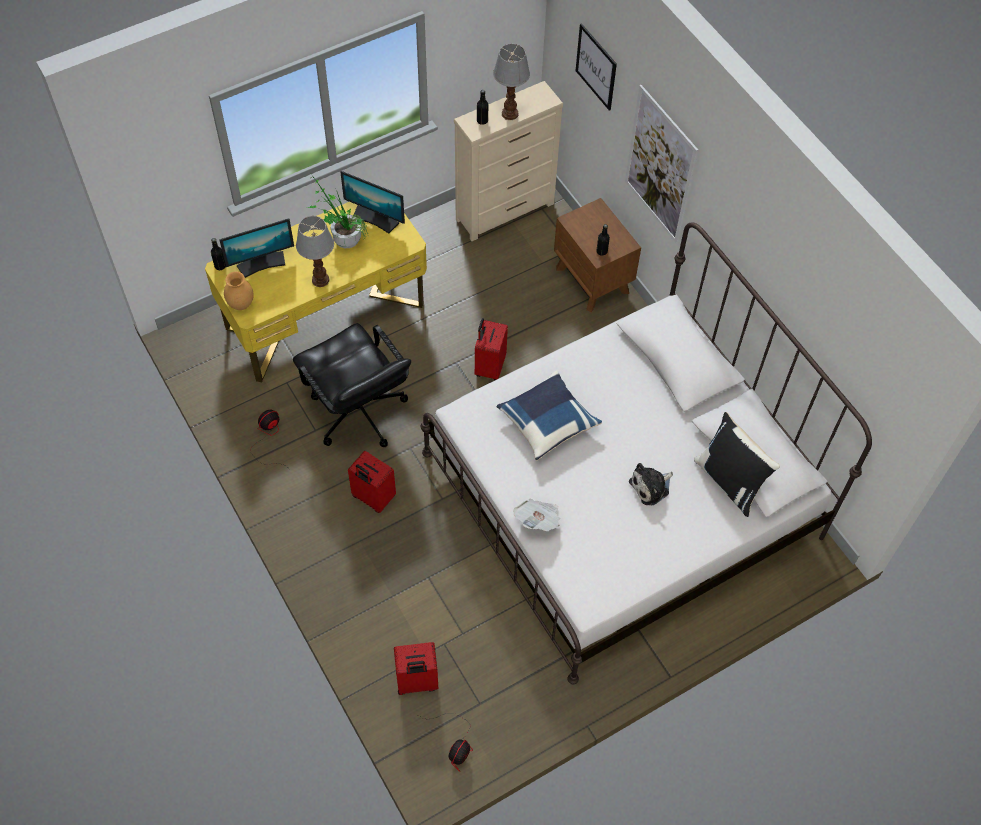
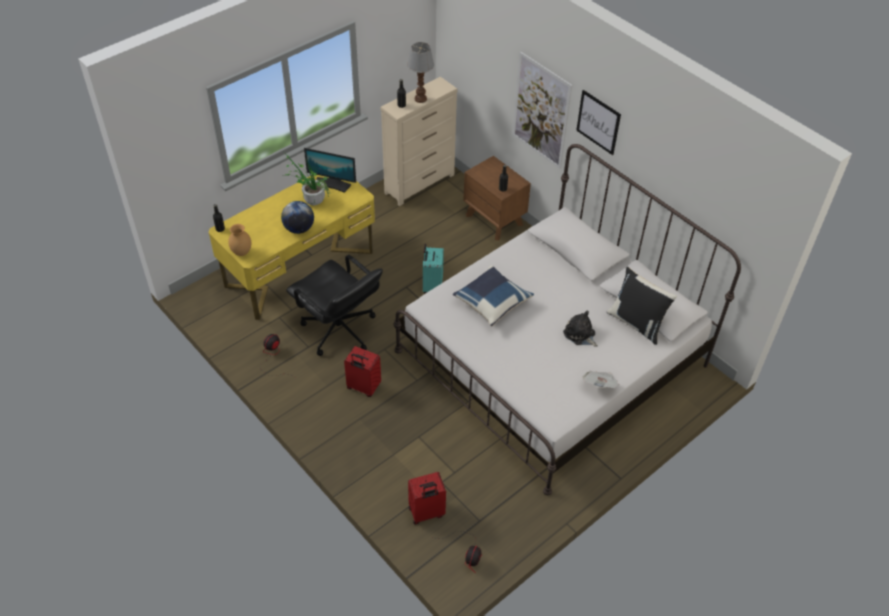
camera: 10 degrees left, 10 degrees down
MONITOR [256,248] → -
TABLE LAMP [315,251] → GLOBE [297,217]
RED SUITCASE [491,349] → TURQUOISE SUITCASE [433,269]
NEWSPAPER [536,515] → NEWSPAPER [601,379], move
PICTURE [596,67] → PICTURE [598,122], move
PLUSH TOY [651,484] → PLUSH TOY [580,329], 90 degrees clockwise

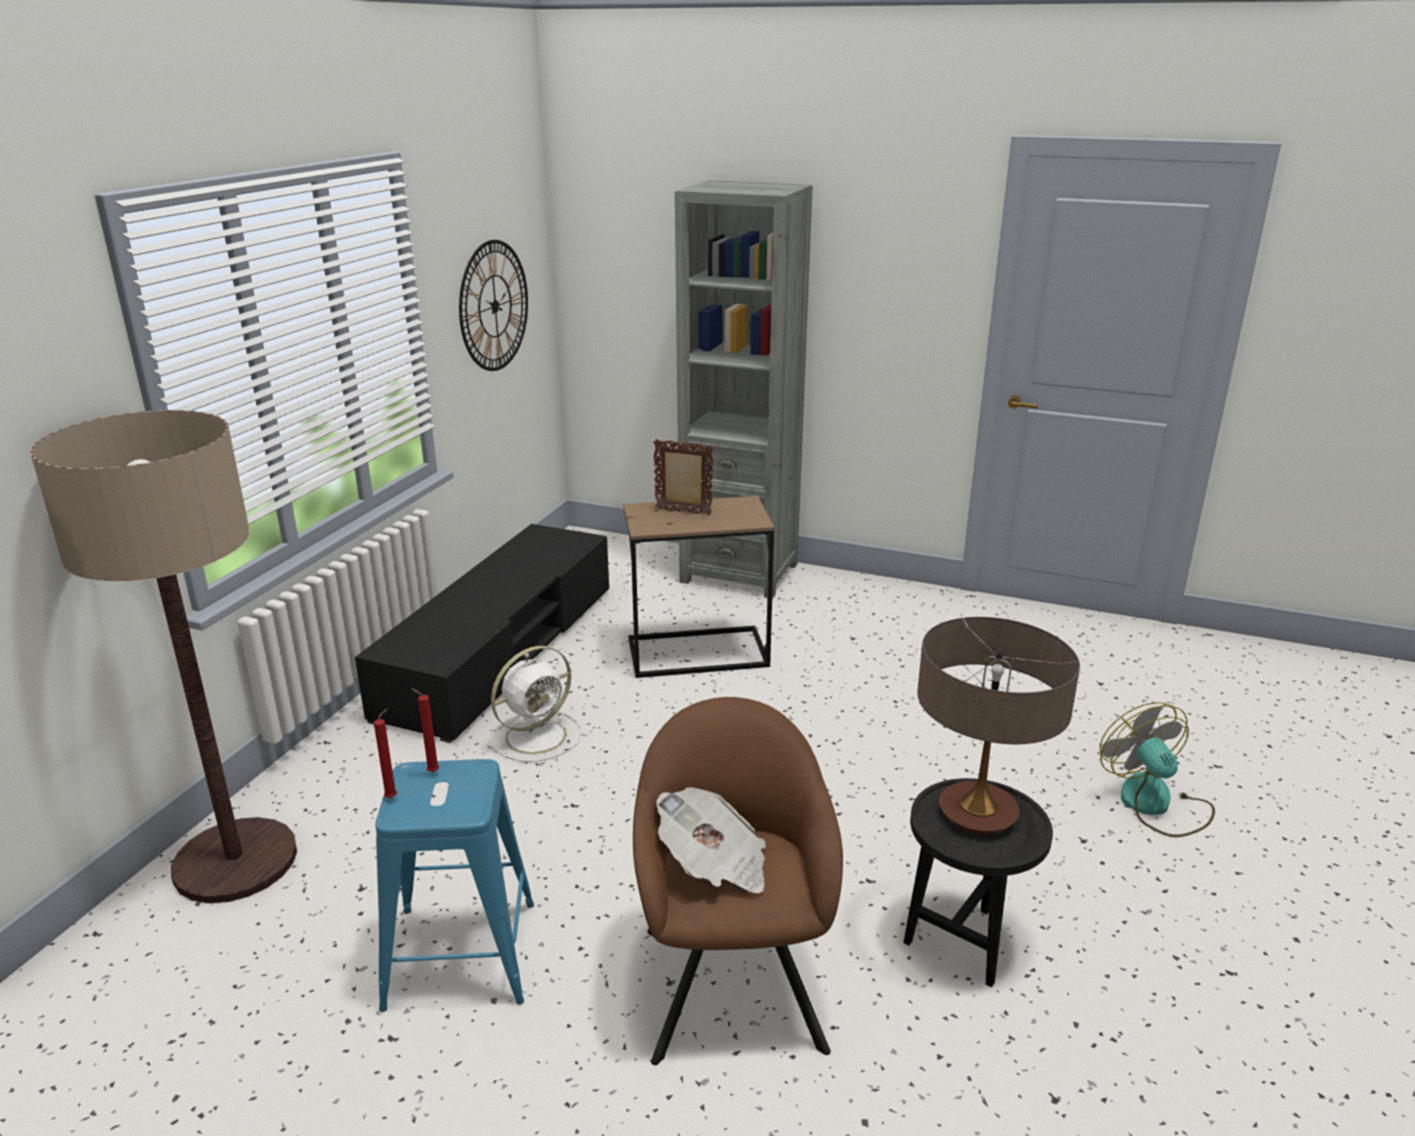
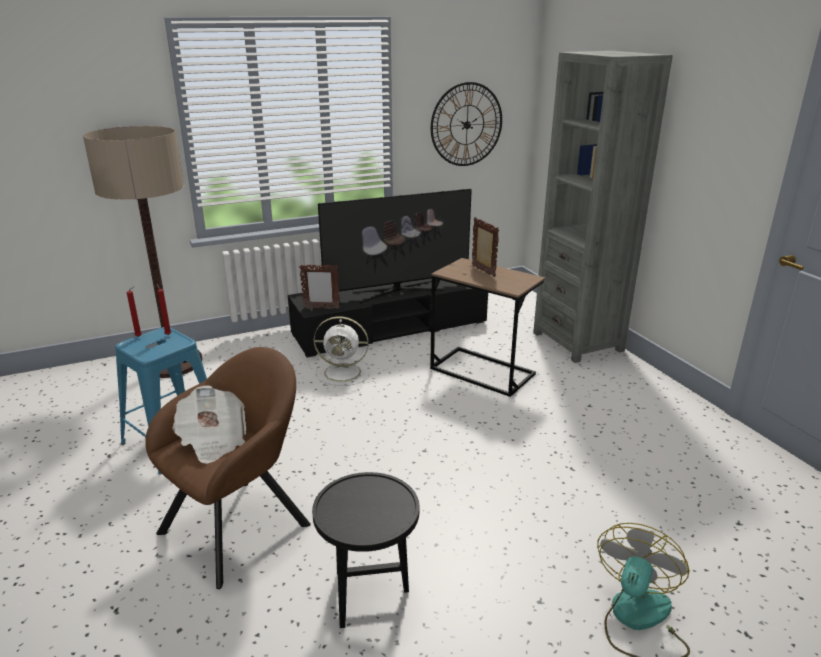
camera: 45 degrees right, 0 degrees up
TABLE LAMP [998,726] → -
- → PICTURE FRAME [319,286]
- → TELEVISION [395,246]

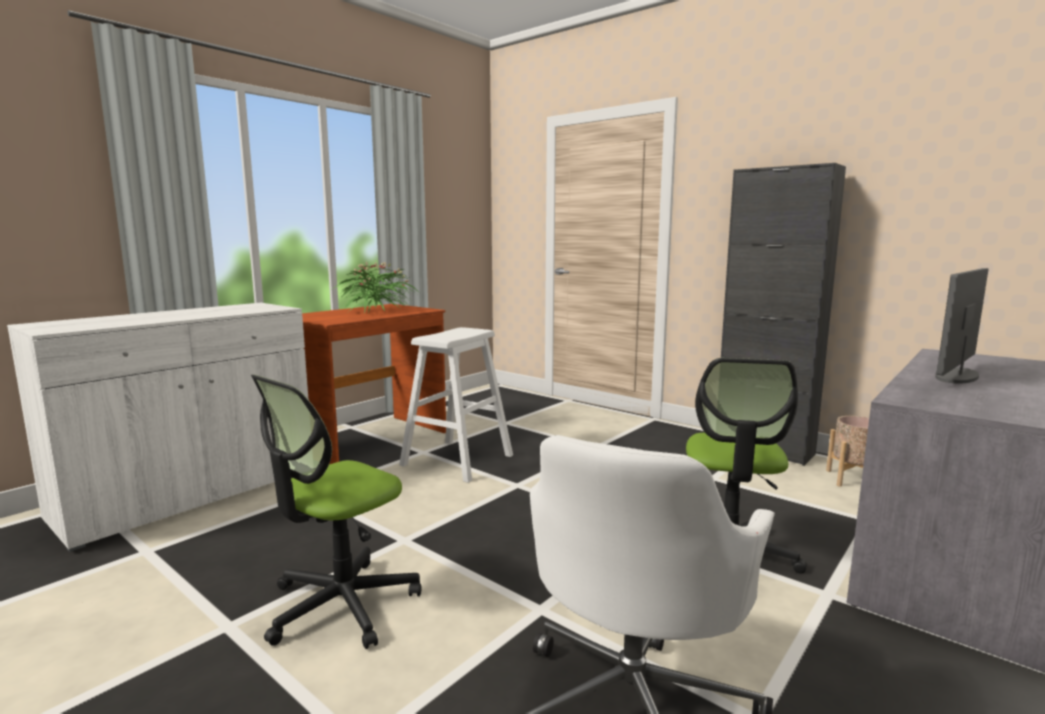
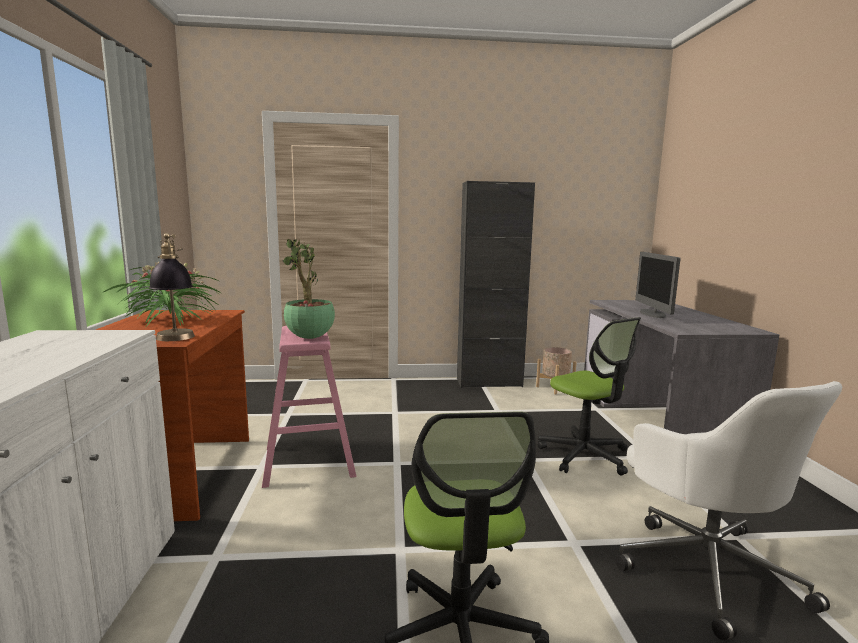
camera: 45 degrees left, 0 degrees up
WHITE STOOL [456,405] → PINK STOOL [309,407]
- → TABLE LAMP [172,287]
- → POTTED PLANT [308,289]

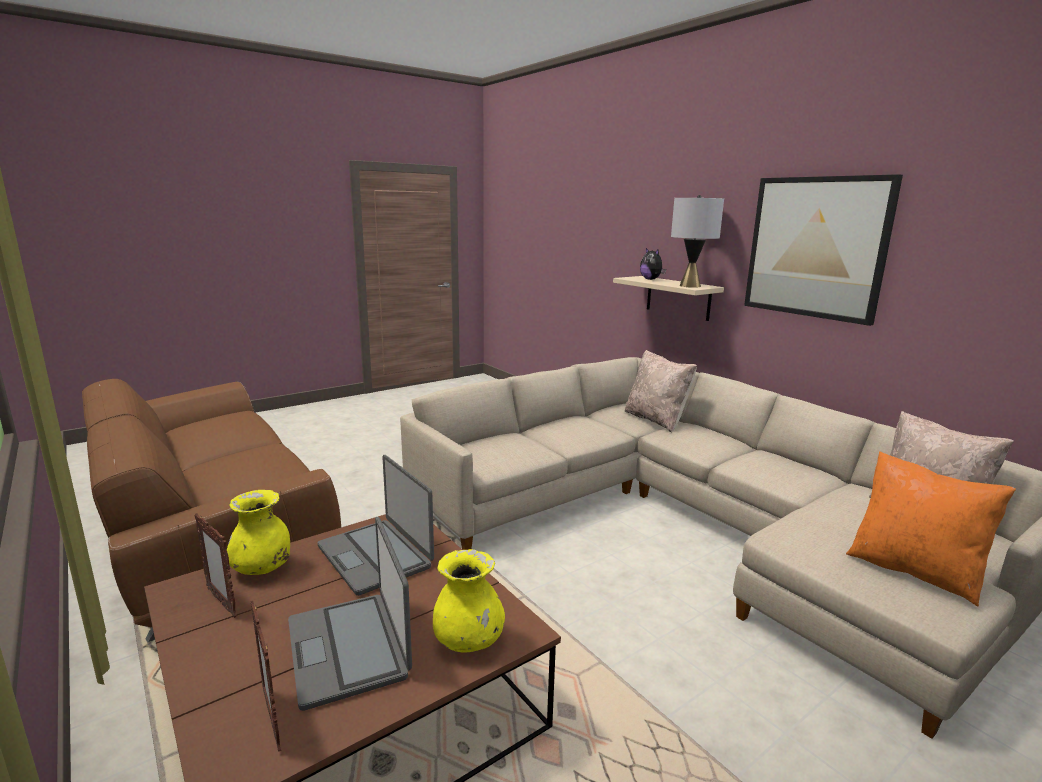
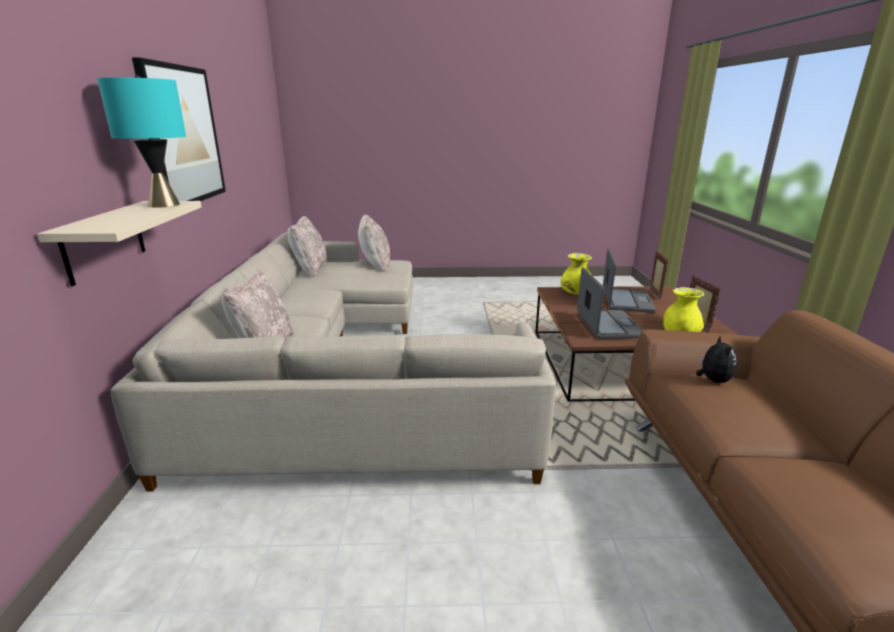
camera: 145 degrees left, 5 degrees up
PLUSH TOY [653,264] → PLUSH TOY [716,359], move
GREY TABLE LAMP [697,241] → TURQUOISE TABLE LAMP [141,141]
ORANGE PILLOW [931,528] → BEIGE PILLOW [374,244]

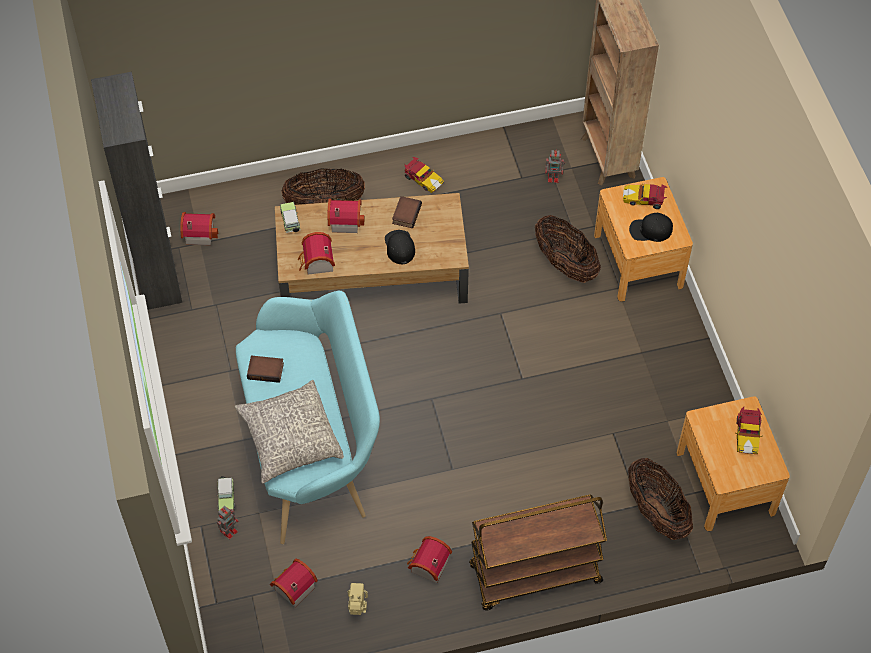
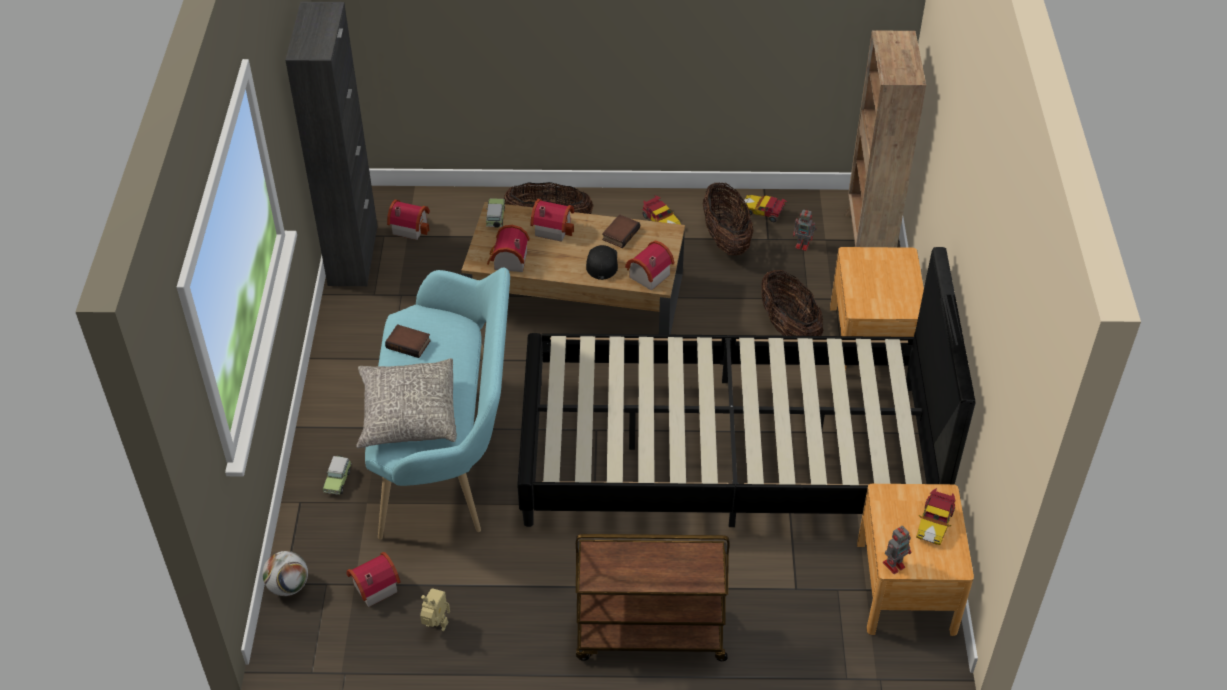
camera: 15 degrees right, 10 degrees down
TOY ROBOT [228,522] → TOY ROBOT [897,550], move
TOY HOUSE [429,560] → TOY HOUSE [649,265], move
TOY CAR [645,196] → TOY CAR [764,208], move
BASKET [660,499] → BASKET [728,219], move
BLACK CAP [651,227] → -
- → FOOTBALL [285,573]
- → BLACK BED [746,387]

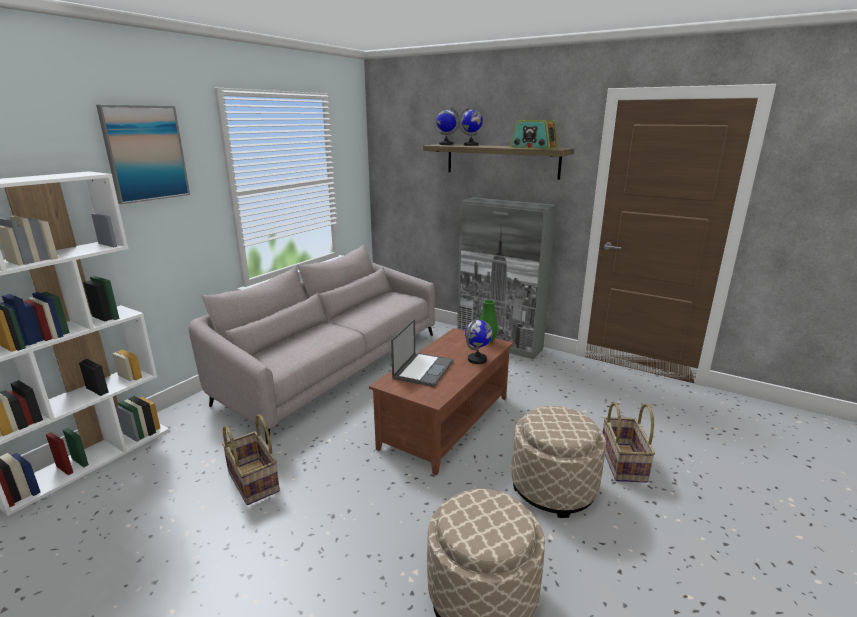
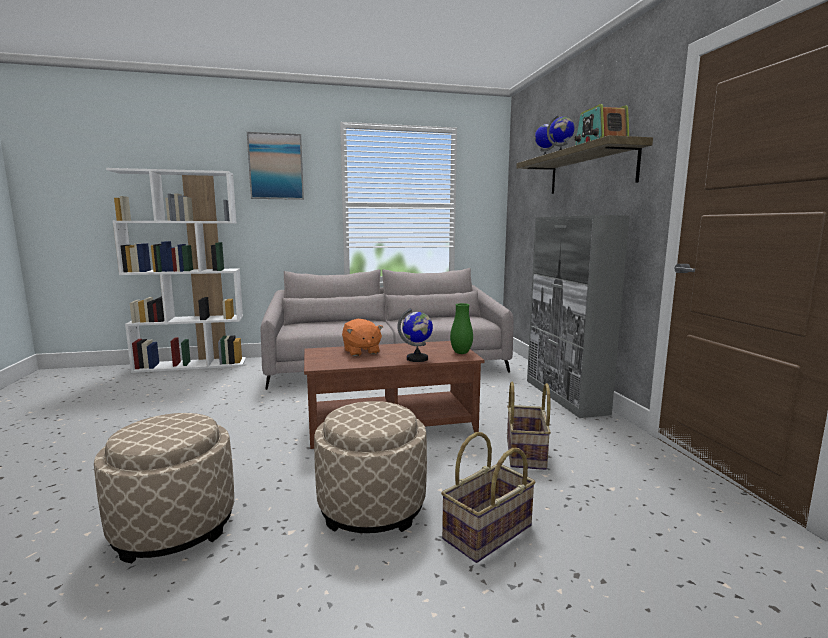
camera: 45 degrees right, 10 degrees down
BASKET [251,459] → BASKET [529,426], move
LAPTOP [422,353] → ORANGE PLUSH TOY [362,337]

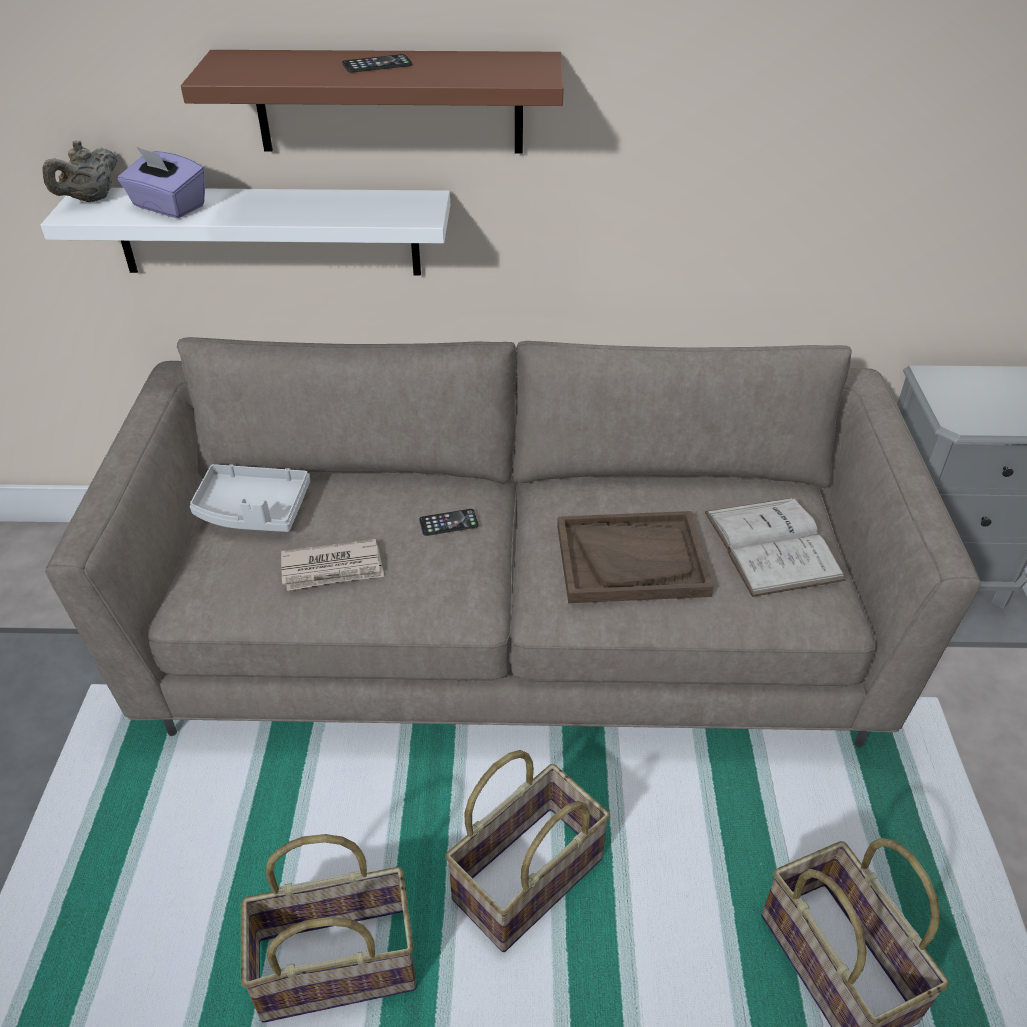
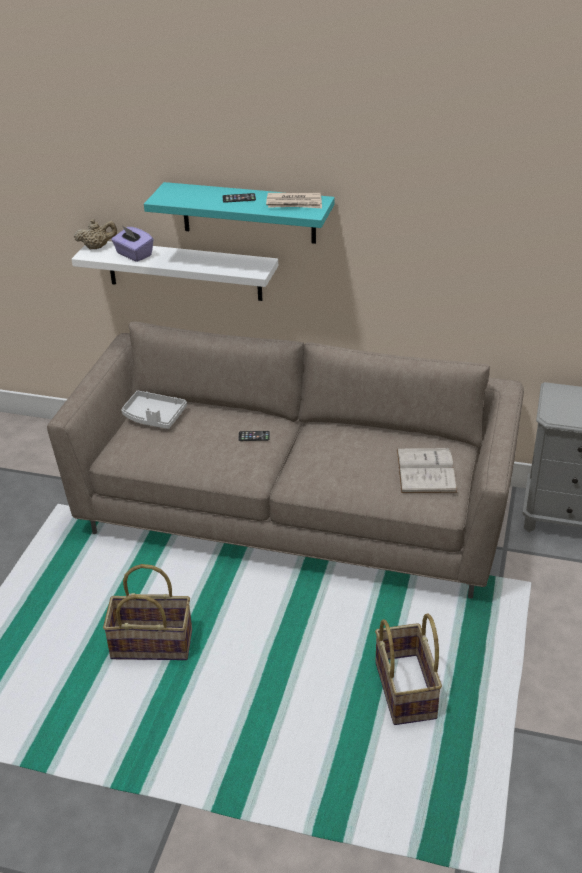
camera: 15 degrees right, 5 degrees down
BEIGE TEAPOT [80,171] → BEIGE TEAPOT [95,234], 150 degrees counterclockwise
BROWN SHELF [372,102] → TURQUOISE SHELF [239,213]
NEWSPAPER [332,565] → NEWSPAPER [294,200], move
BASKET [527,851] → -
BROWN TRAY [635,557] → -

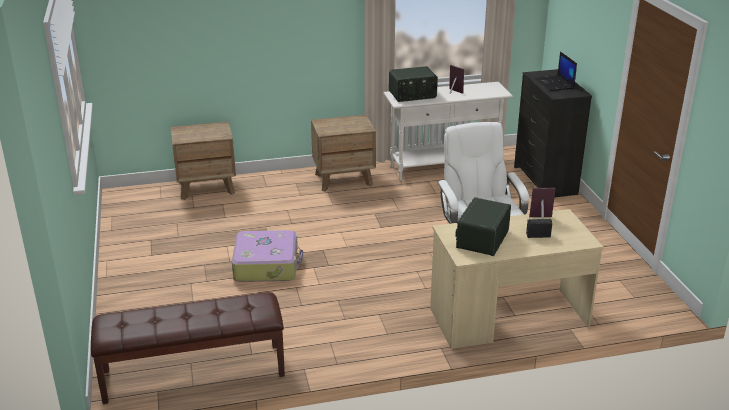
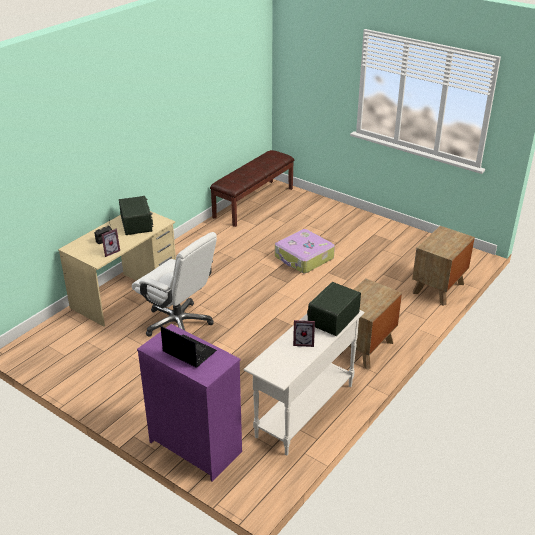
camera: 140 degrees right, 5 degrees up
BLACK DRESSER [553,133] → PURPLE DRESSER [189,402]

